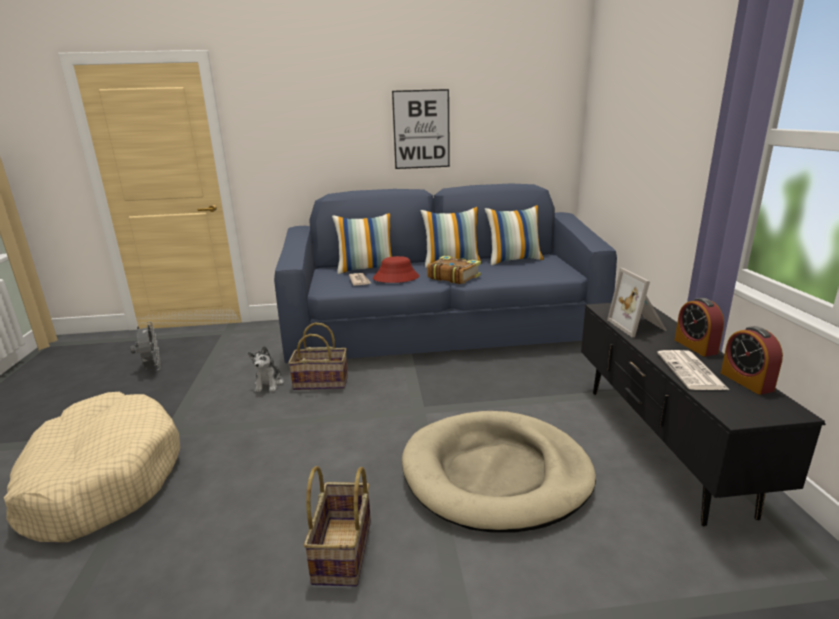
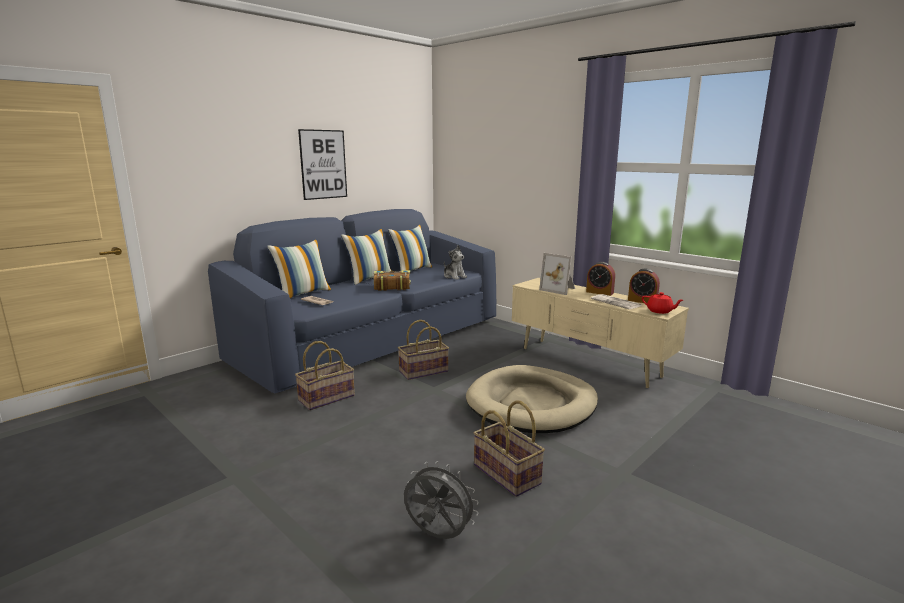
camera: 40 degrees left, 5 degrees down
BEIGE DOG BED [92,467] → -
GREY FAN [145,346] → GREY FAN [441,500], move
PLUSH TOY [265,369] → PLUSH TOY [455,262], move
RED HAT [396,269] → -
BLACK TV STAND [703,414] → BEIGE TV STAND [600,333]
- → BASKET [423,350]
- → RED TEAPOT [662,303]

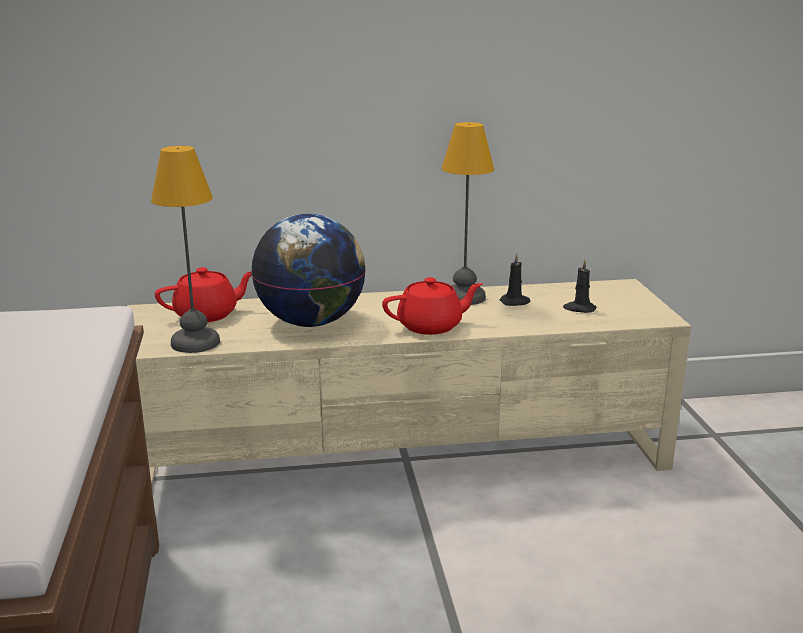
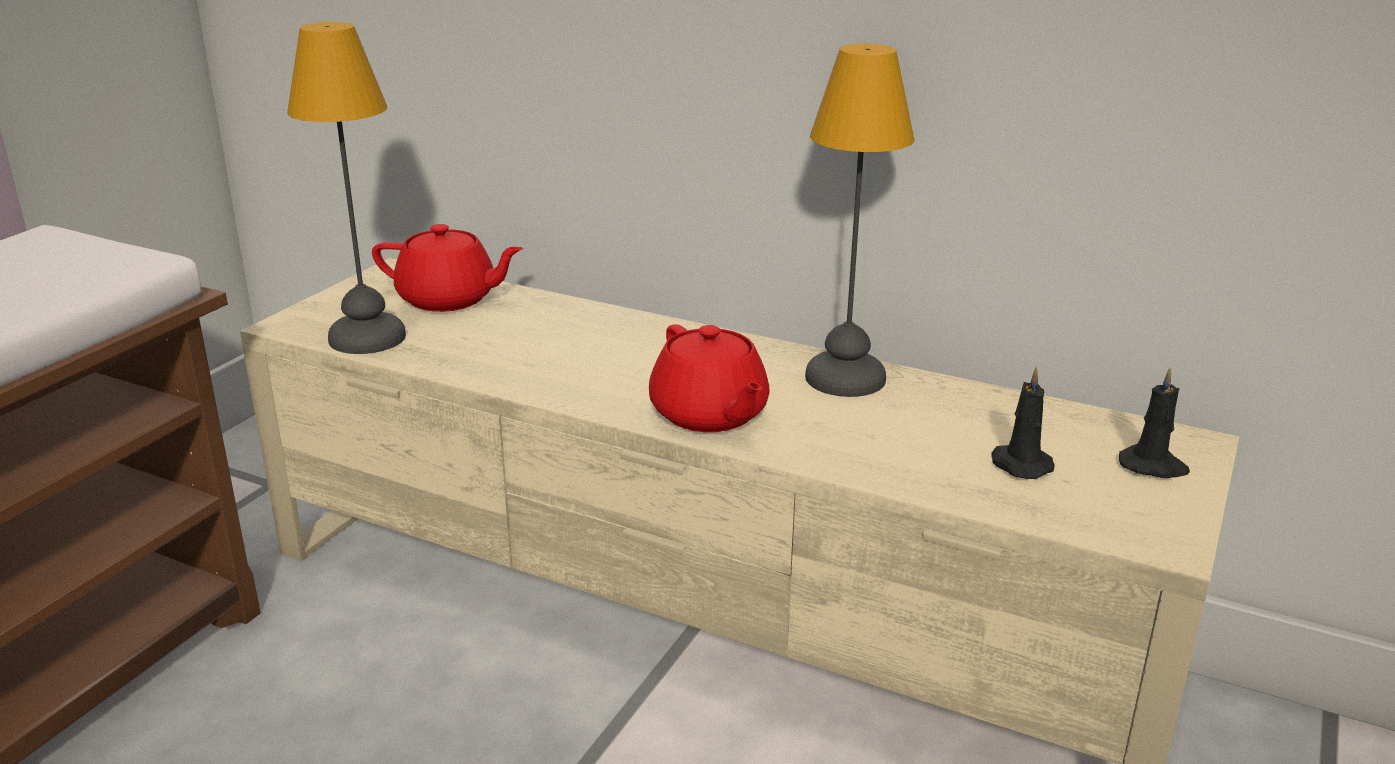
camera: 35 degrees right, 5 degrees up
GLOBE [308,270] → -
RED TEAPOT [432,306] → RED TEAPOT [709,378], 45 degrees clockwise
BLACK CANDLE [515,279] → BLACK CANDLE [1154,422], move

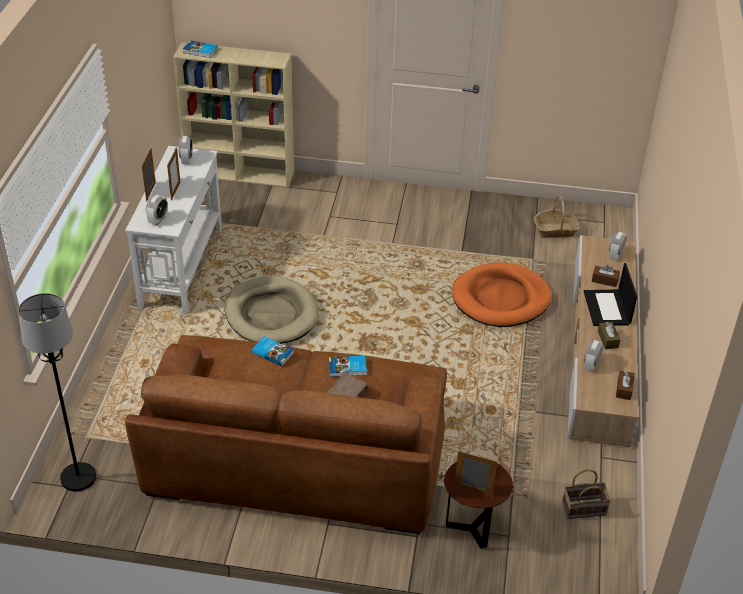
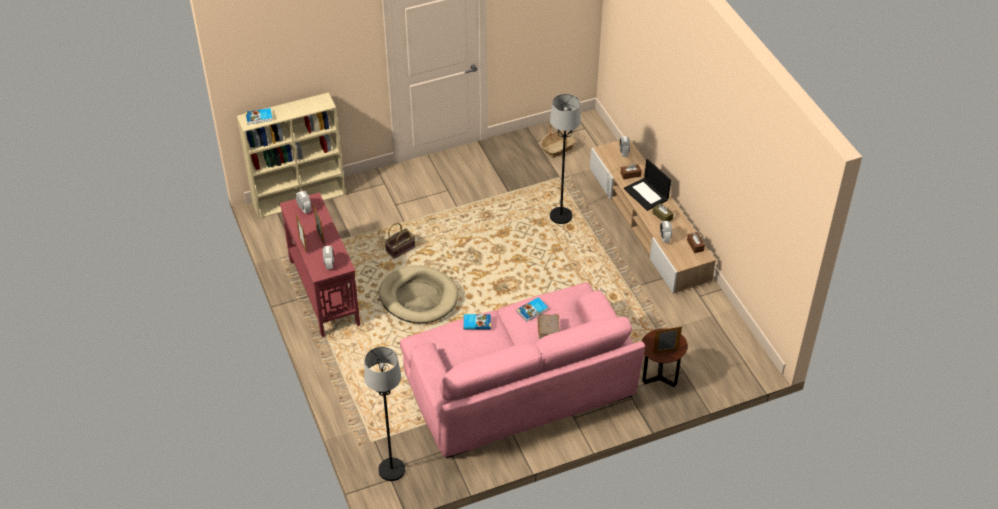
camera: 30 degrees left, 5 degrees up
WHITE CONSOLE TABLE [173,230] → RED CONSOLE TABLE [319,264]
BROWN SOFA [286,434] → PINK SOFA [522,370]
ORANGE DOG BED [501,295] → BLACK FLOOR LAMP [565,159]
BASKET [586,494] → BASKET [400,241], move

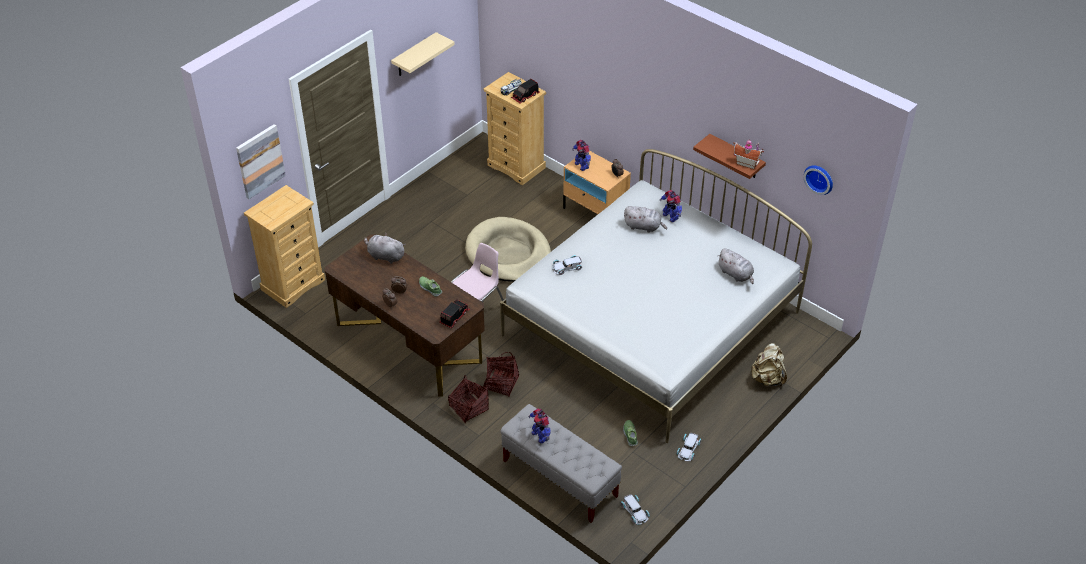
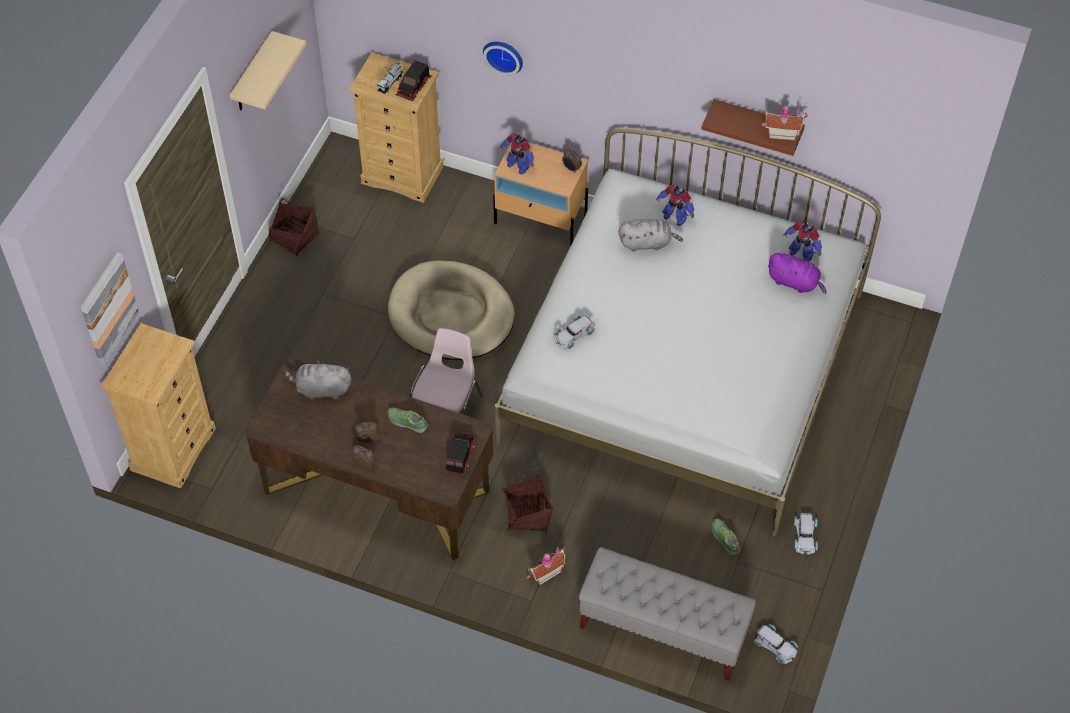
camera: 20 degrees left, 10 degrees up
BASKET [468,399] → BASKET [294,227], move
TOY ROBOT [539,426] → TOY ROBOT [802,241], move
GREY PLUSH TOY [735,266] → PURPLE PLUSH TOY [797,273]
BEIGE BACKPACK [768,364] → -
WALL CLOCK [818,180] → WALL CLOCK [503,58], move
- → TOY HOUSE [546,566]

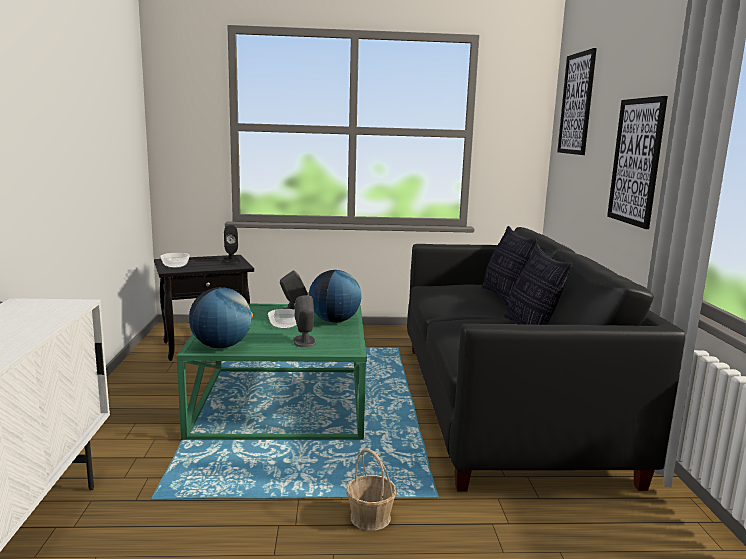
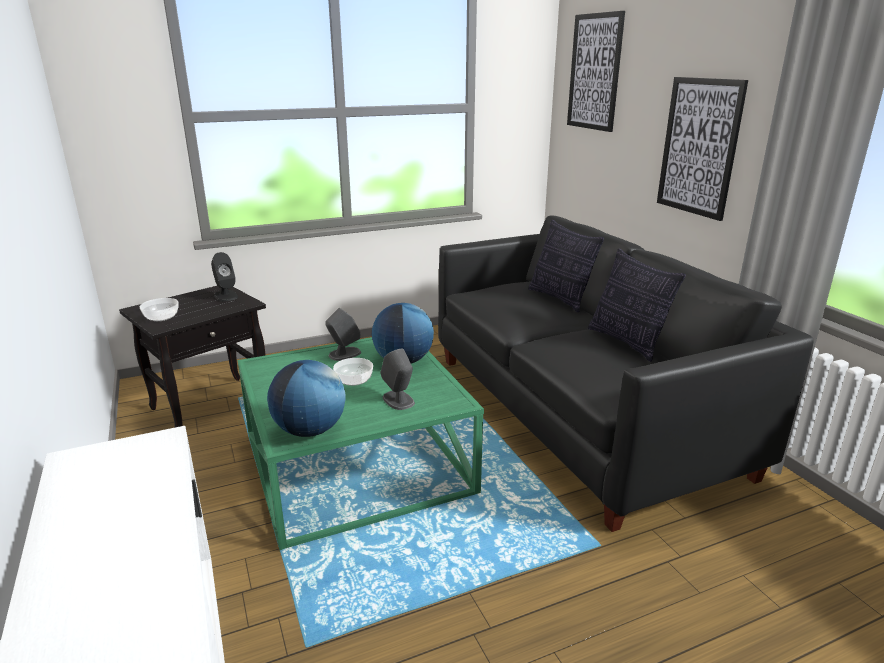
camera: 20 degrees left, 10 degrees up
BASKET [371,489] → -

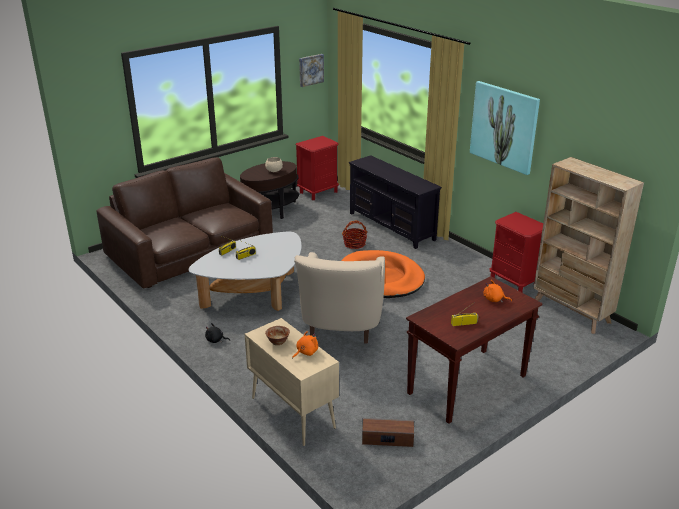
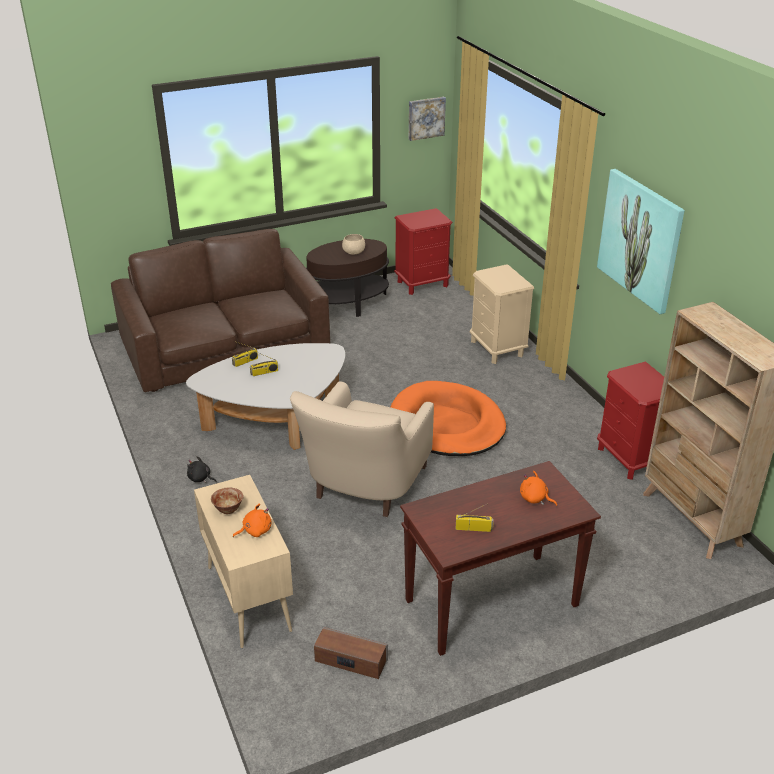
camera: 15 degrees right, 5 degrees up
BASKET [355,235] → -
BLACK TV STAND [395,202] → BEIGE NIGHTSTAND [501,314]

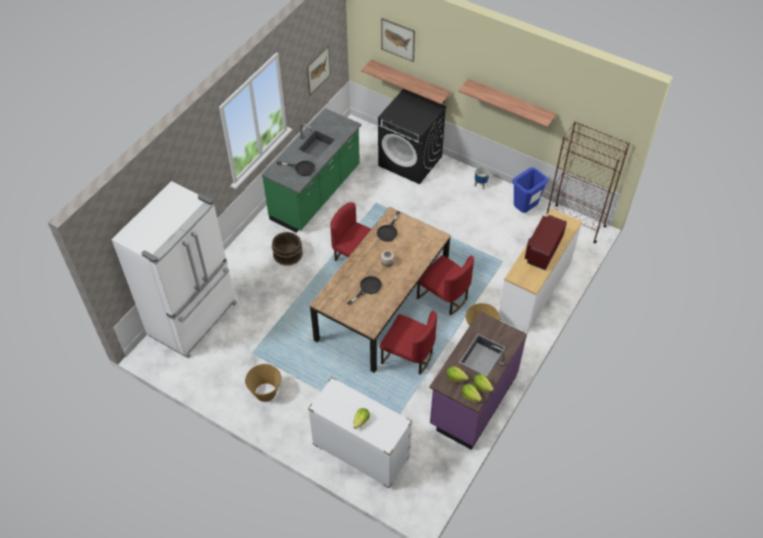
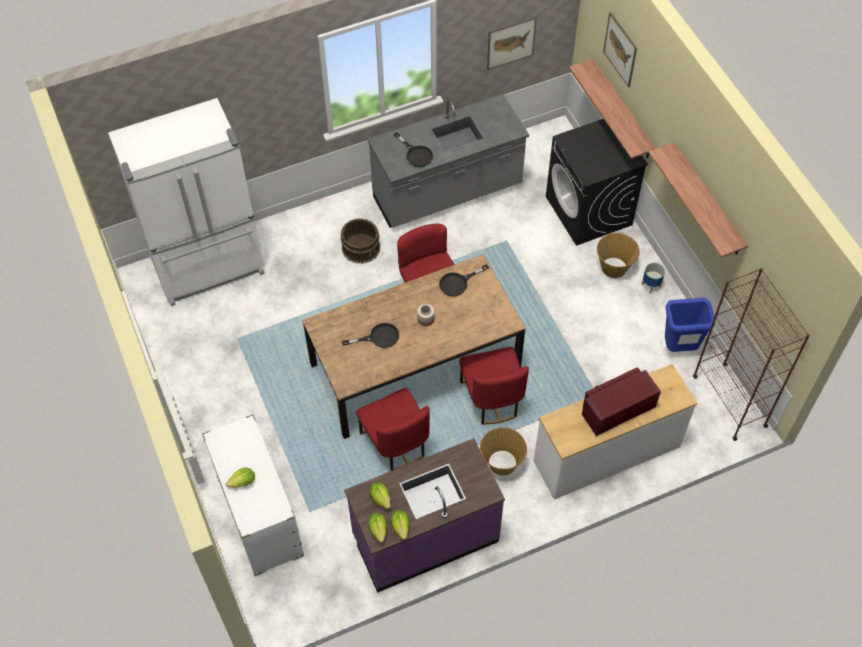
camera: 35 degrees right, 5 degrees up
BASKET [263,383] → BASKET [618,255], move
GREEN COUNTER [311,170] → GREY COUNTER [448,161]

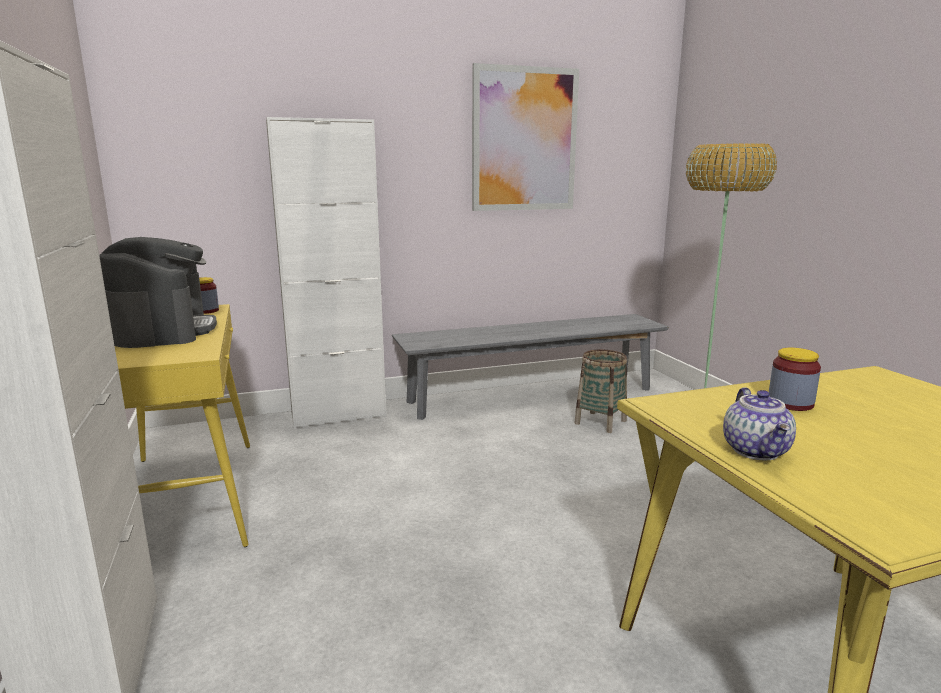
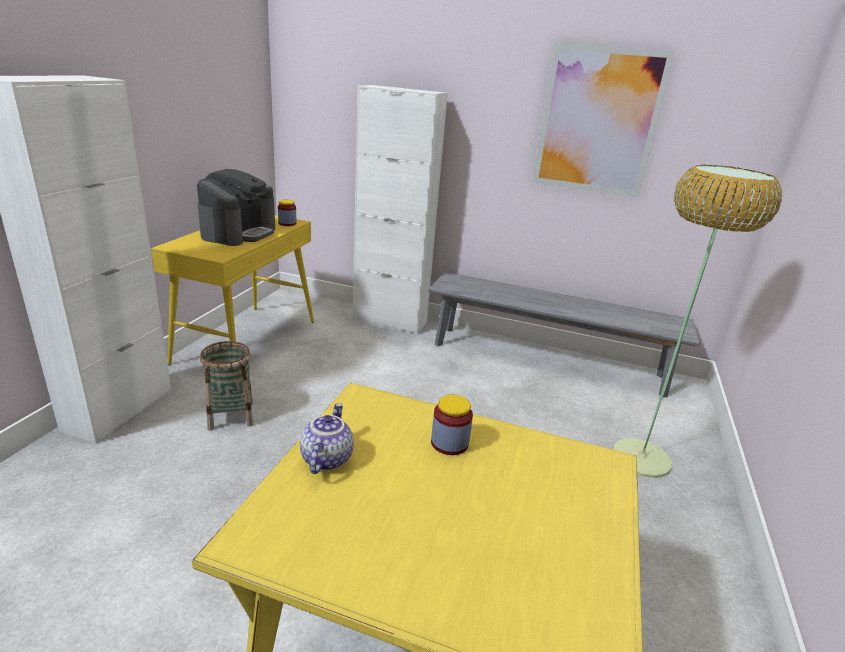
camera: 35 degrees right, 10 degrees up
BASKET [600,391] → BASKET [226,386], move
TEAPOT [759,423] → TEAPOT [327,438], 150 degrees clockwise

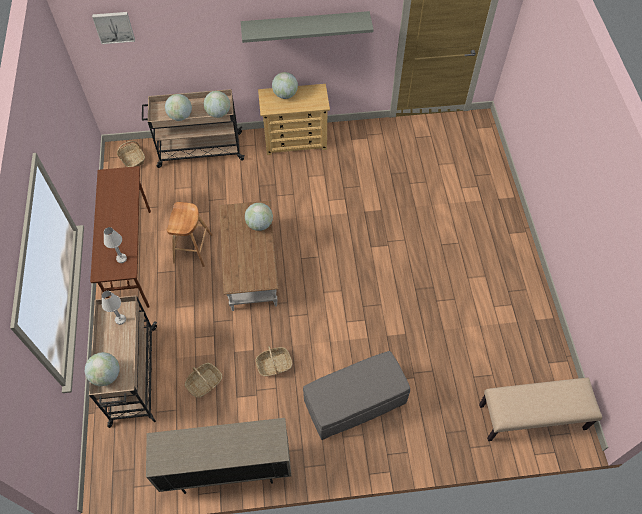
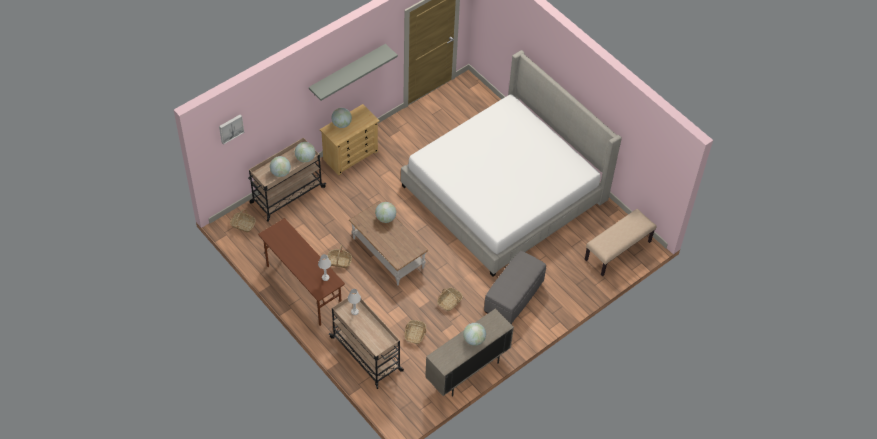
camera: 35 degrees left, 5 degrees down
GLOBE [102,369] → GLOBE [474,334], move
BROWN STOOL [189,234] → BASKET [339,256]
- → BED [511,163]

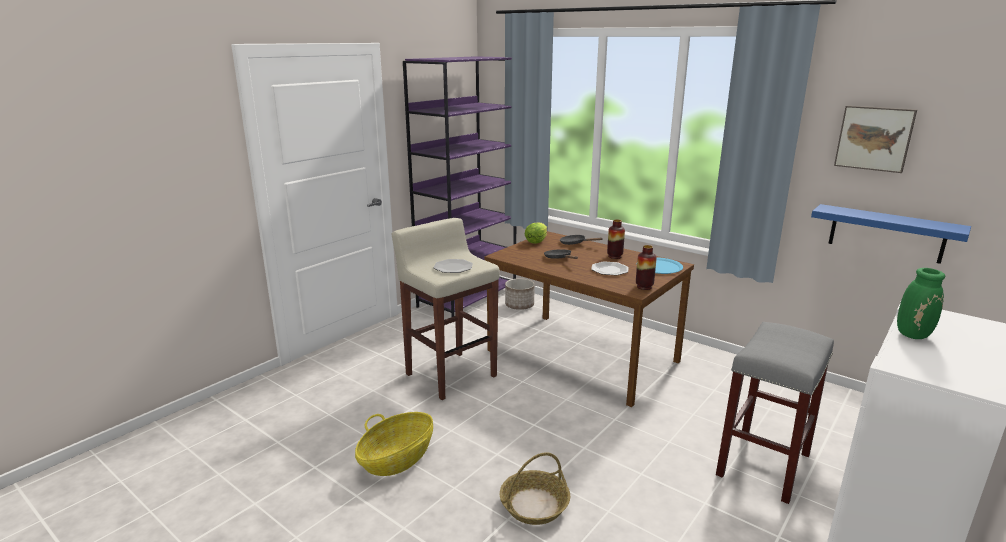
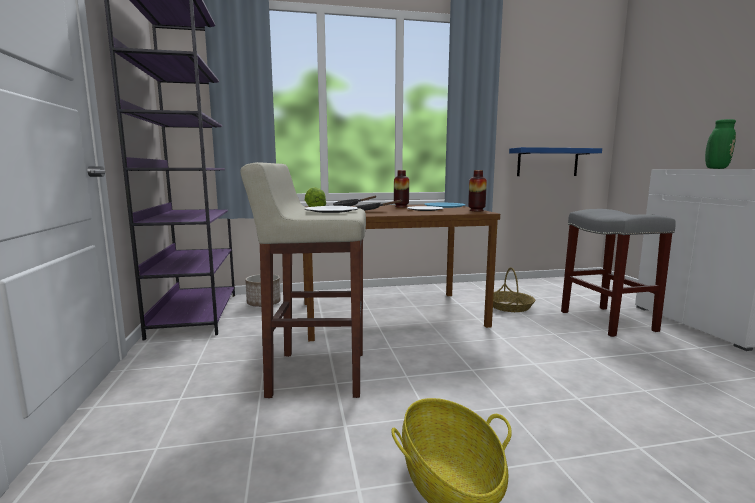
camera: 50 degrees left, 10 degrees down
BASKET [535,488] → BASKET [514,289], move
PICTURE [875,139] → -

